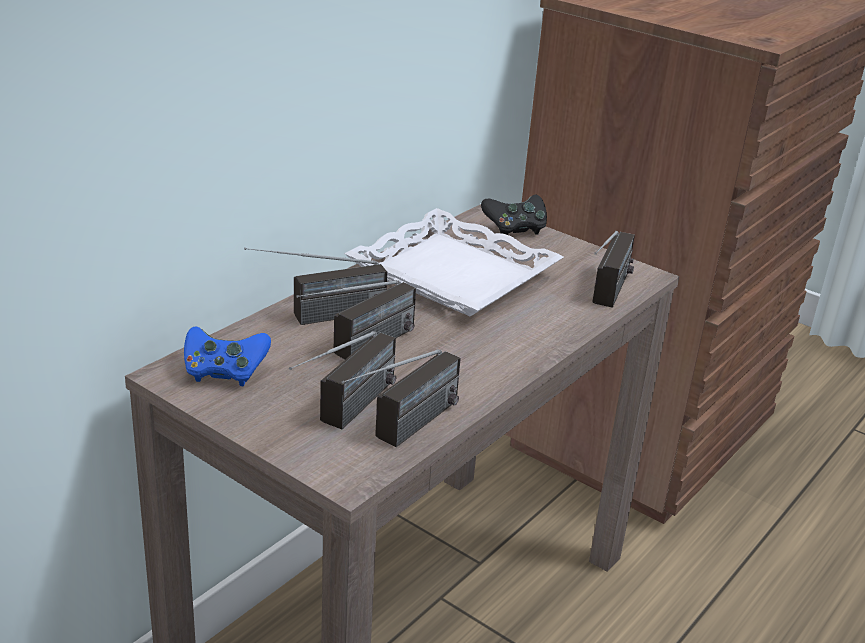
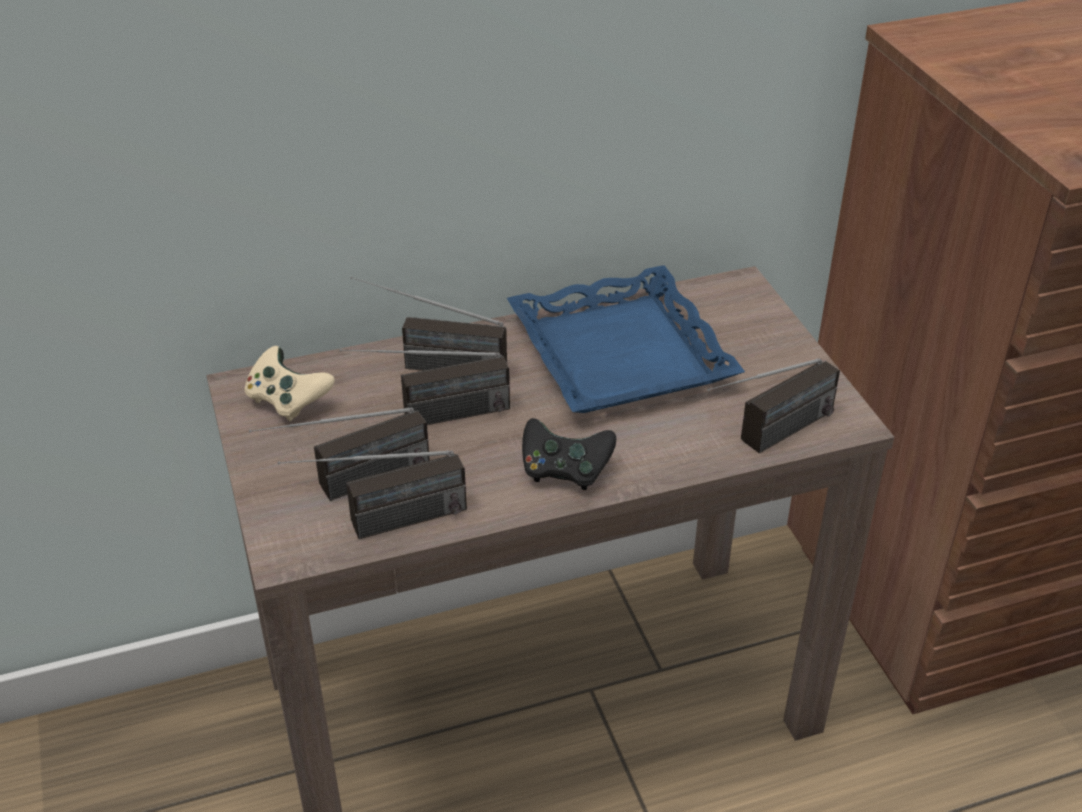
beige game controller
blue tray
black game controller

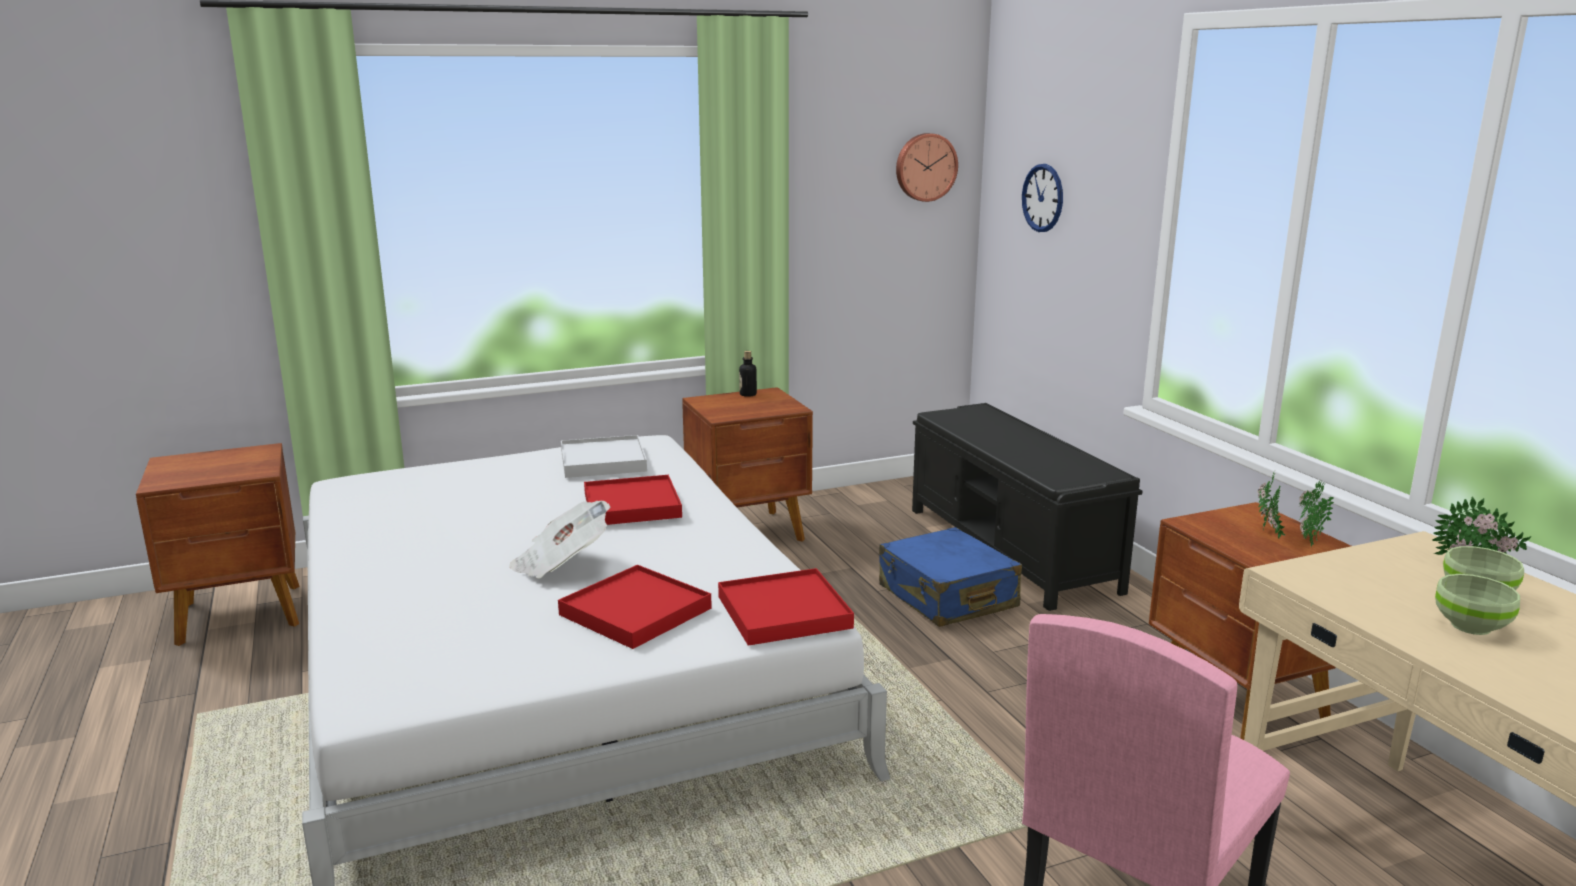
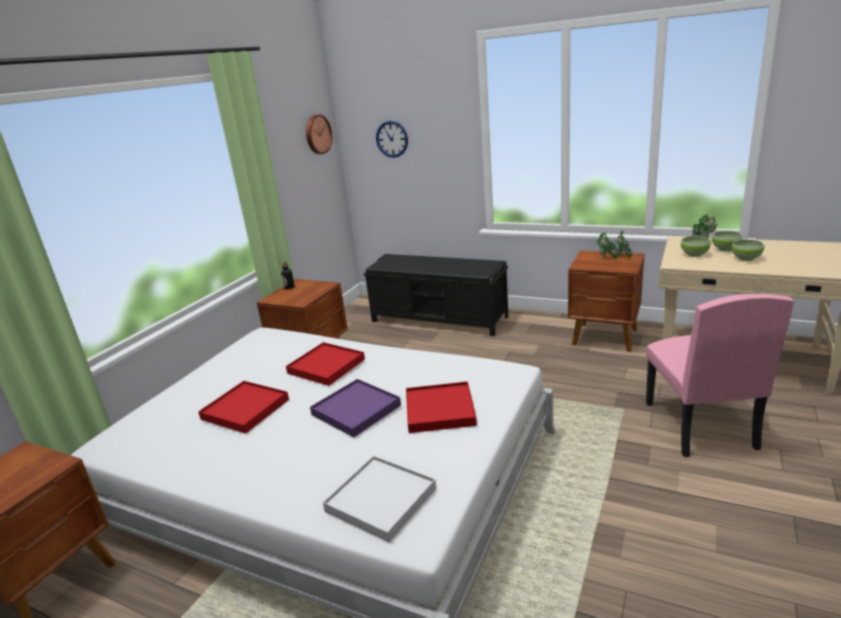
purple tray
white tray
red tray (1st from left)
blue suitcase
green bowl (1st from left)

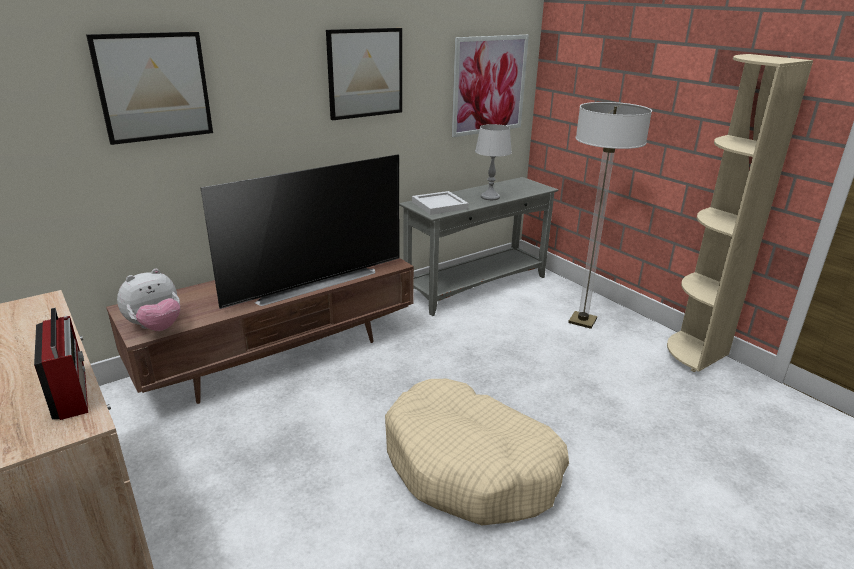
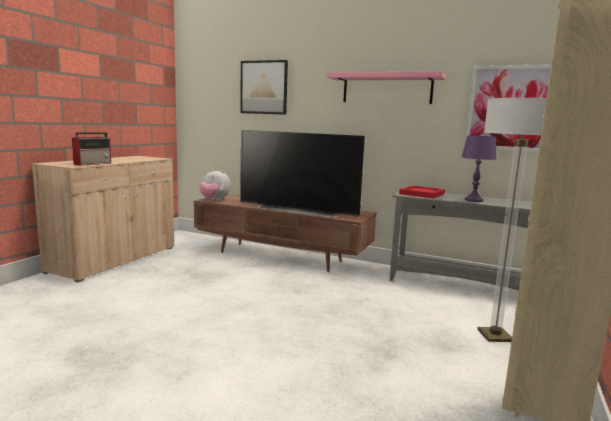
pink shelf
beige dog bed
red tray
purple table lamp

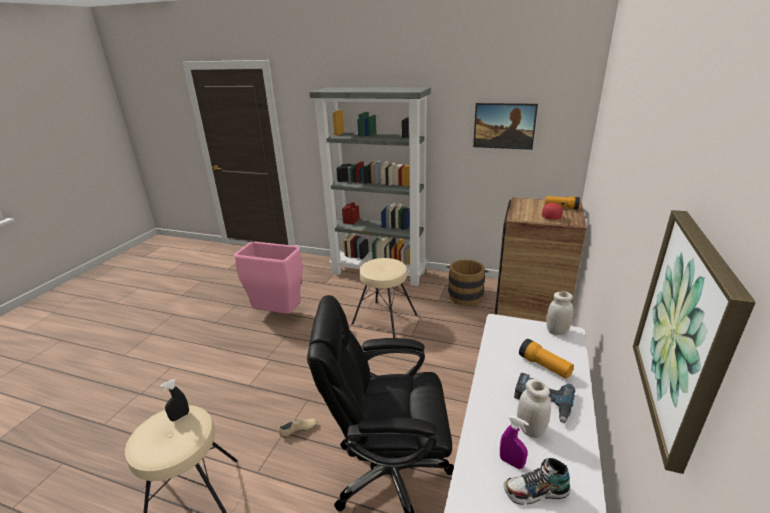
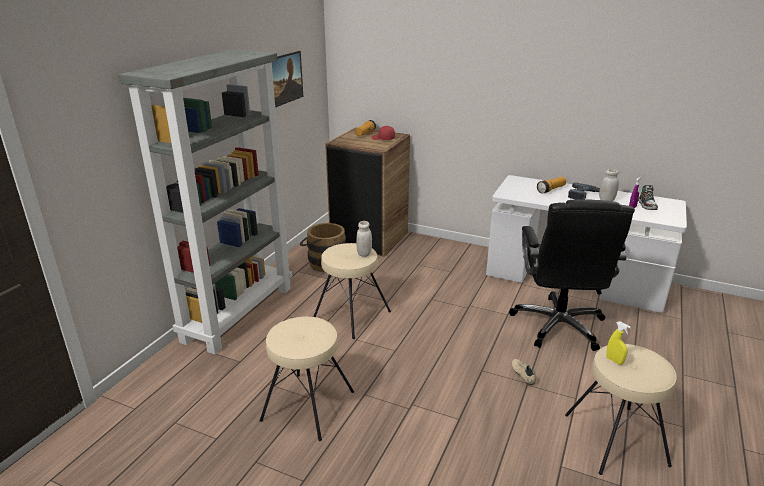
yellow spray bottle
beige stool (1st from left)
white jar (1st from left)
picture (2nd from left in the first image)

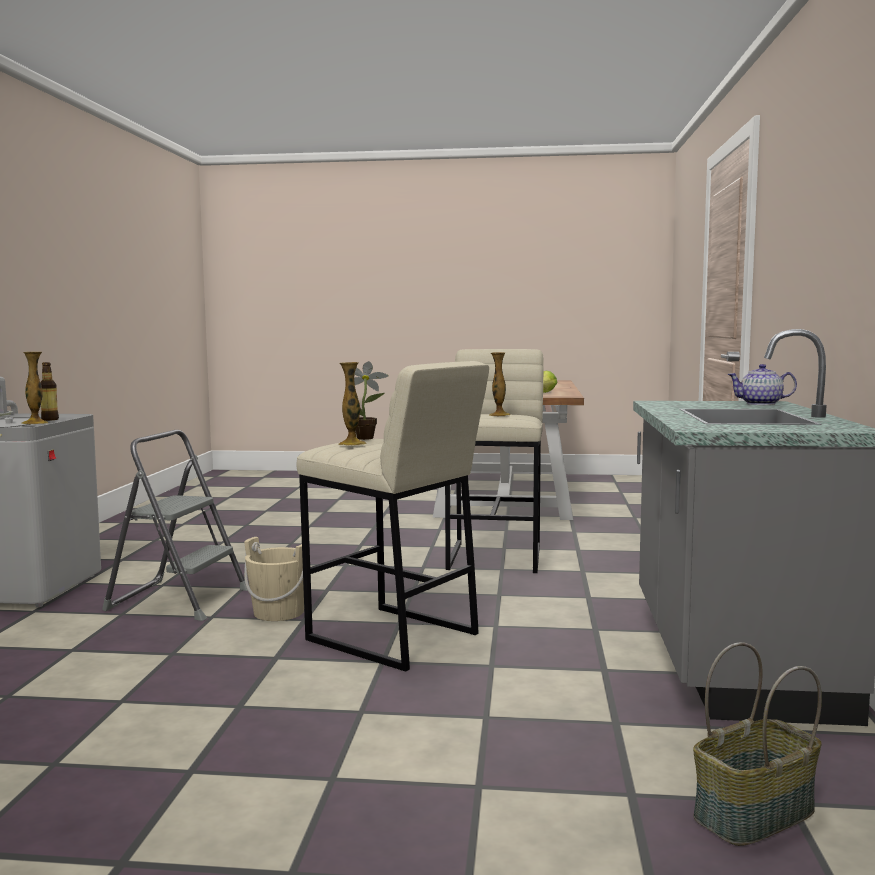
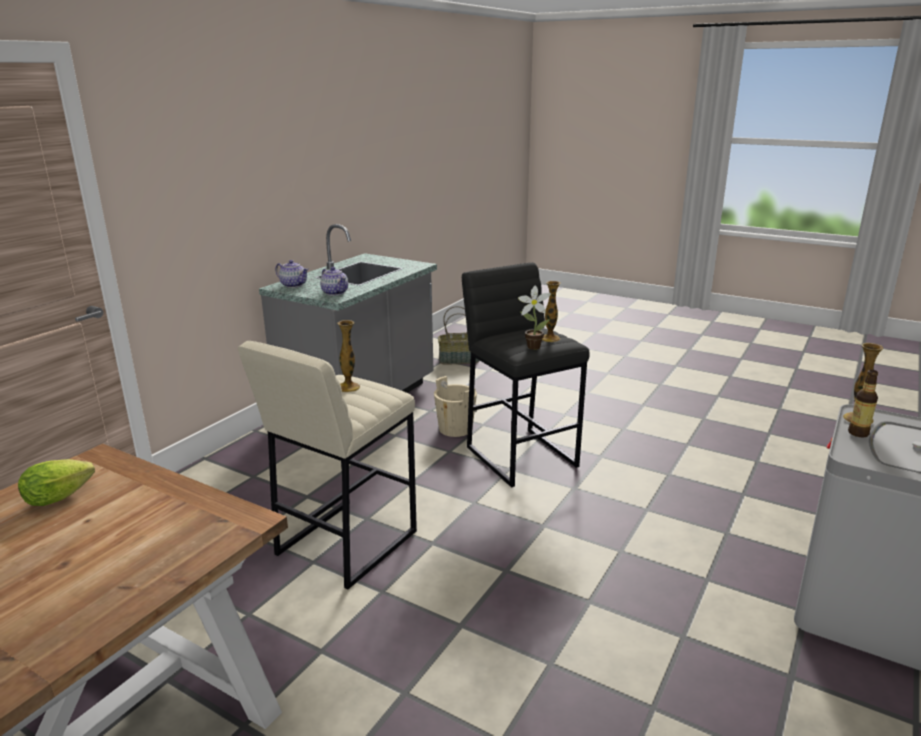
grey step ladder
beige bucket
black stool
teapot (2nd from left)

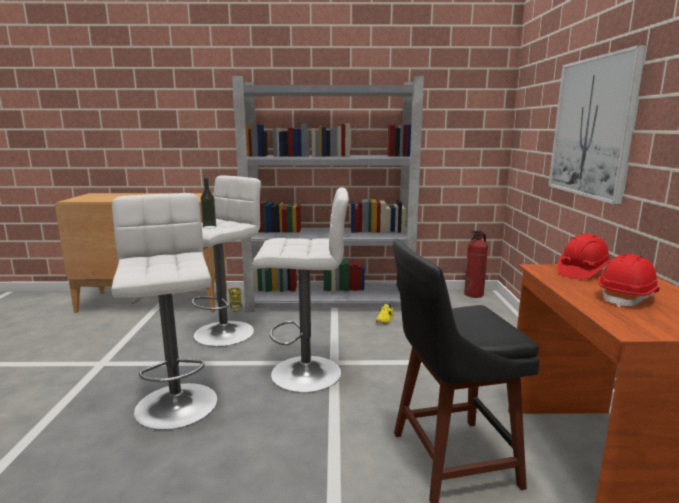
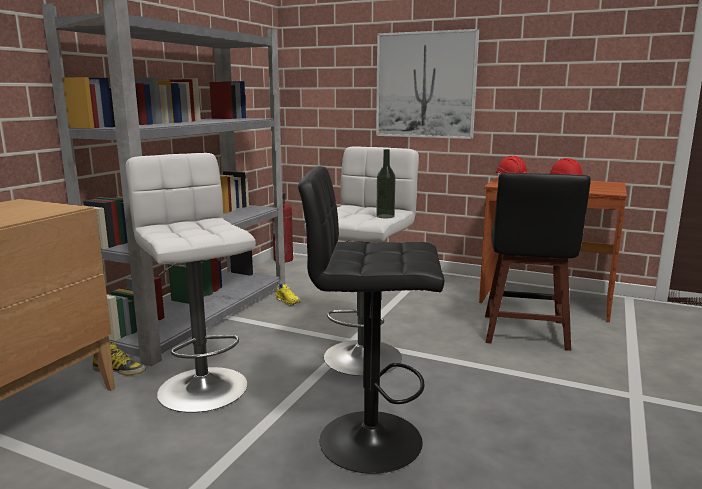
black stool
bottle

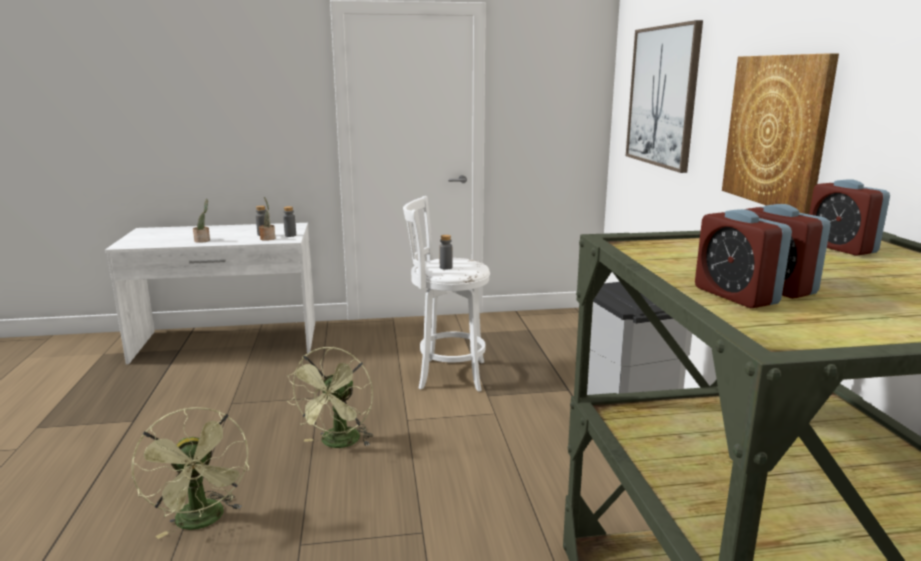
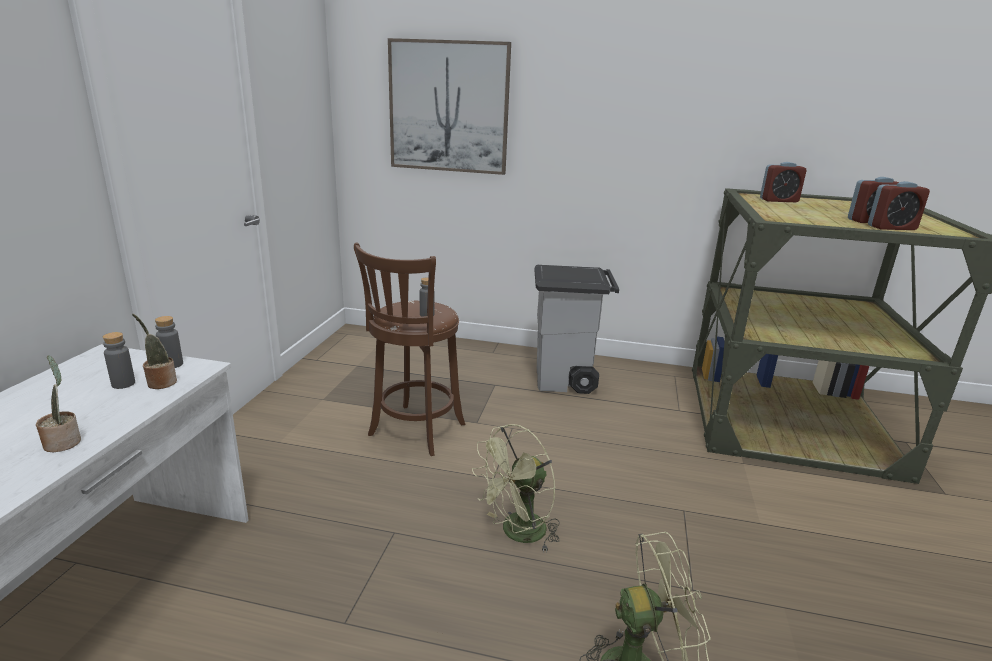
green fan (1st from left)
brown stool
picture (2nd from left in the first image)

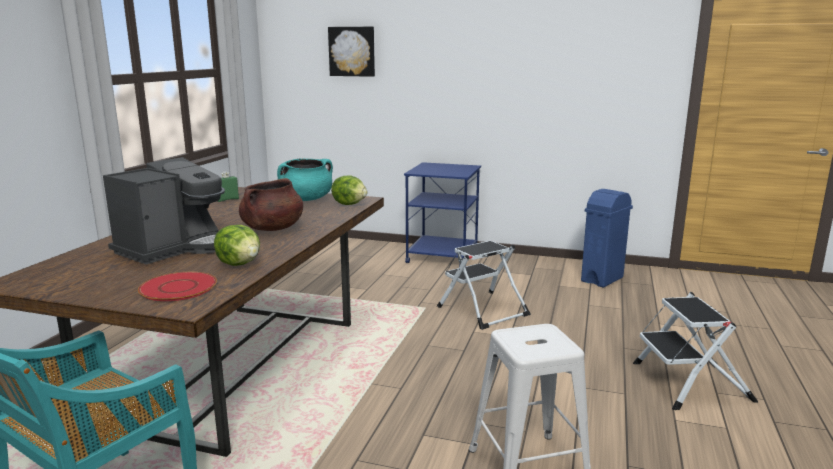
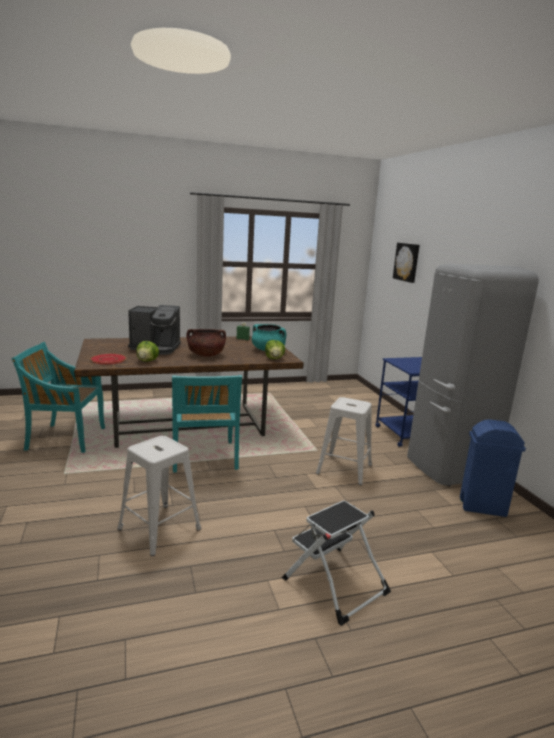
white stool (2nd from left)
turquoise chair (2nd from left)
grey fridge

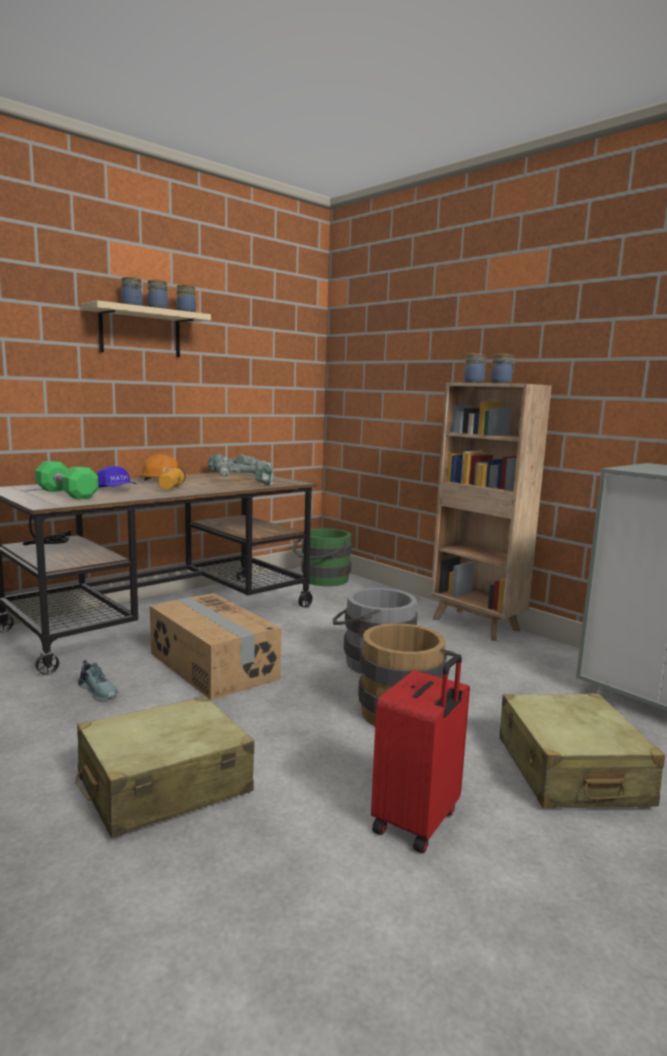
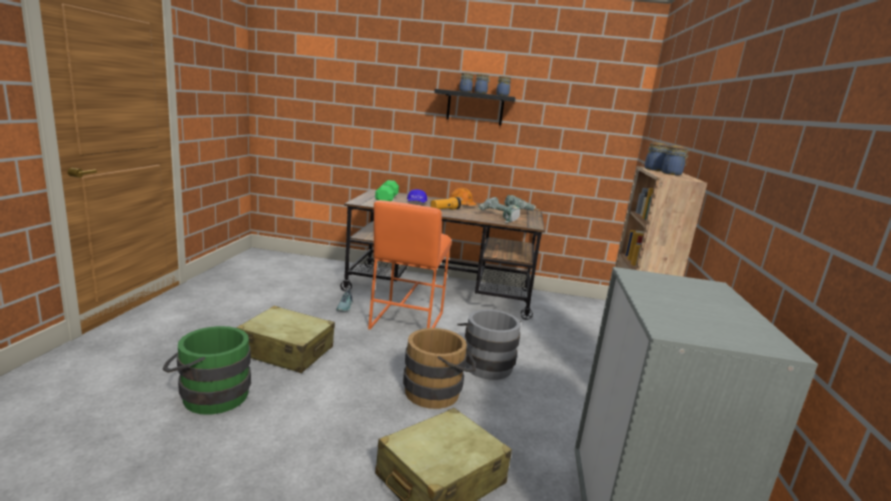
black shelf
orange stool
green bucket
red suitcase

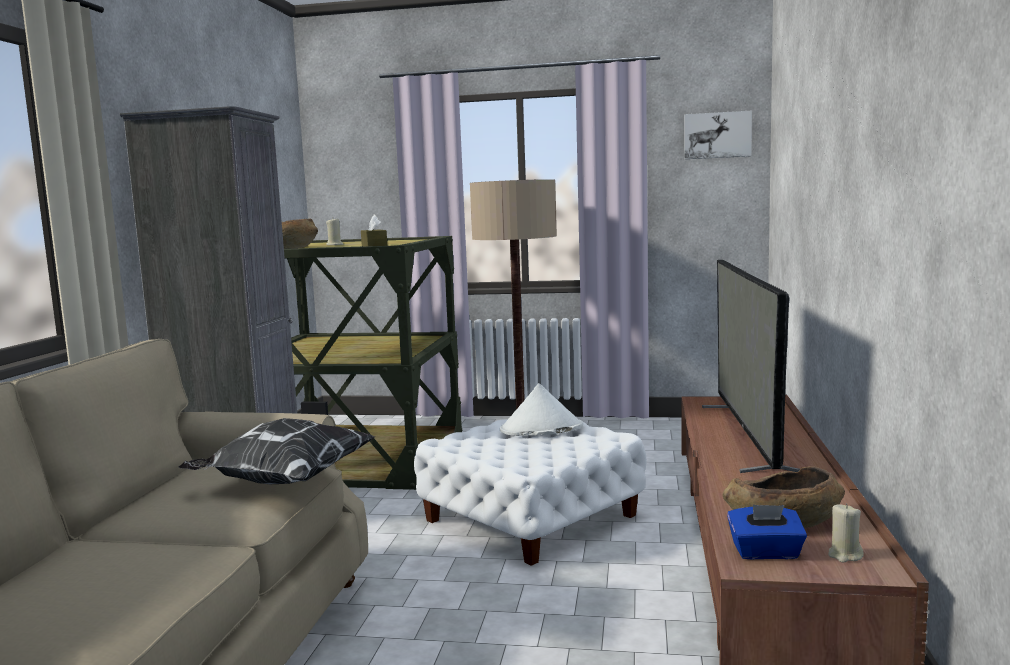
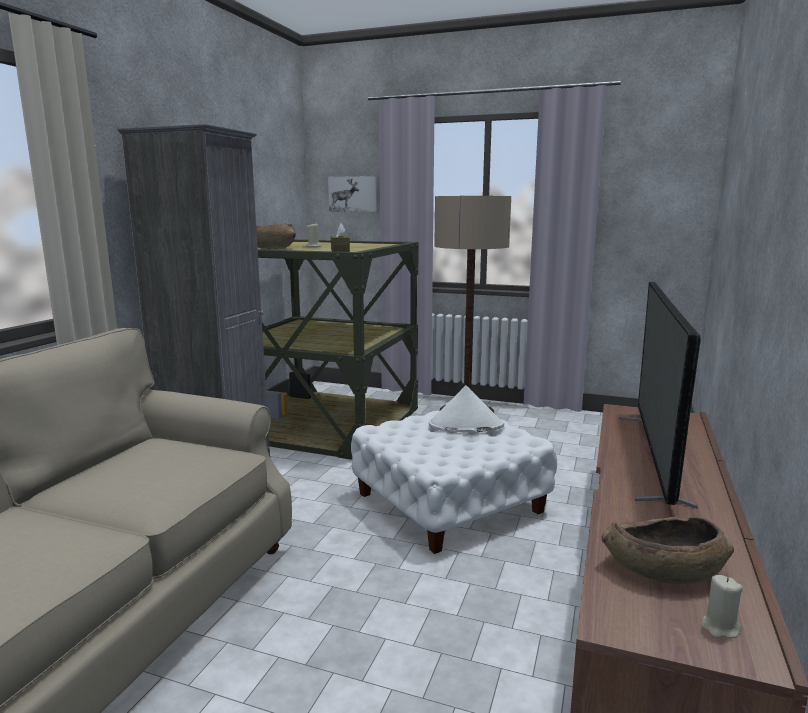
pillow
picture
blue tissue box

